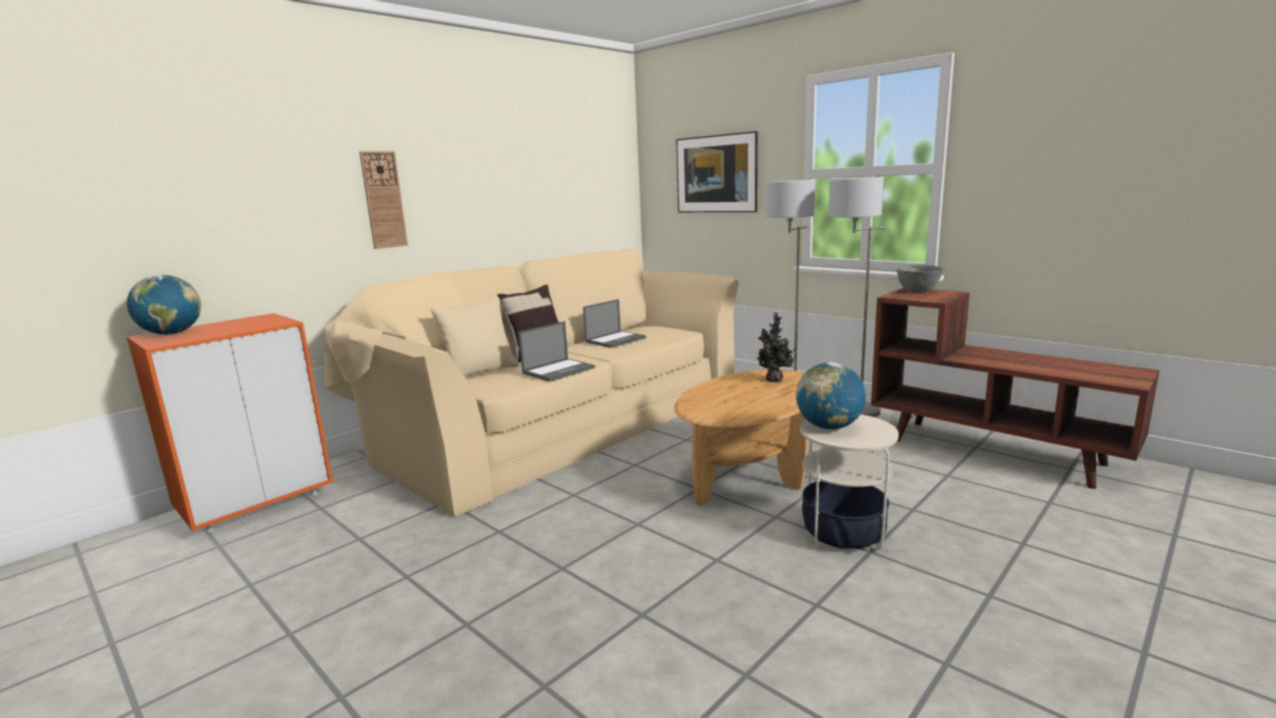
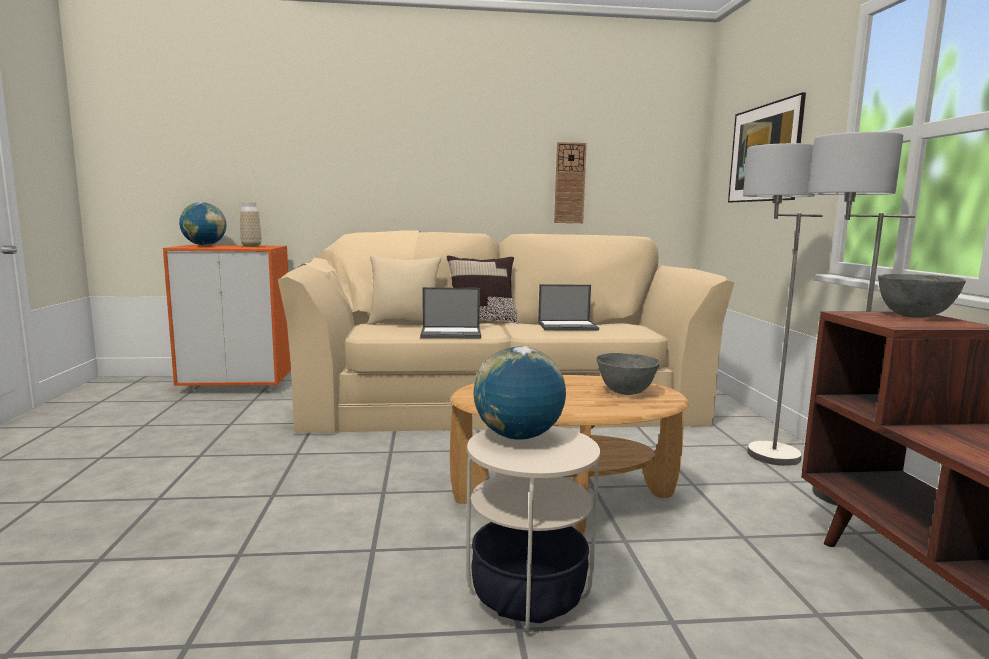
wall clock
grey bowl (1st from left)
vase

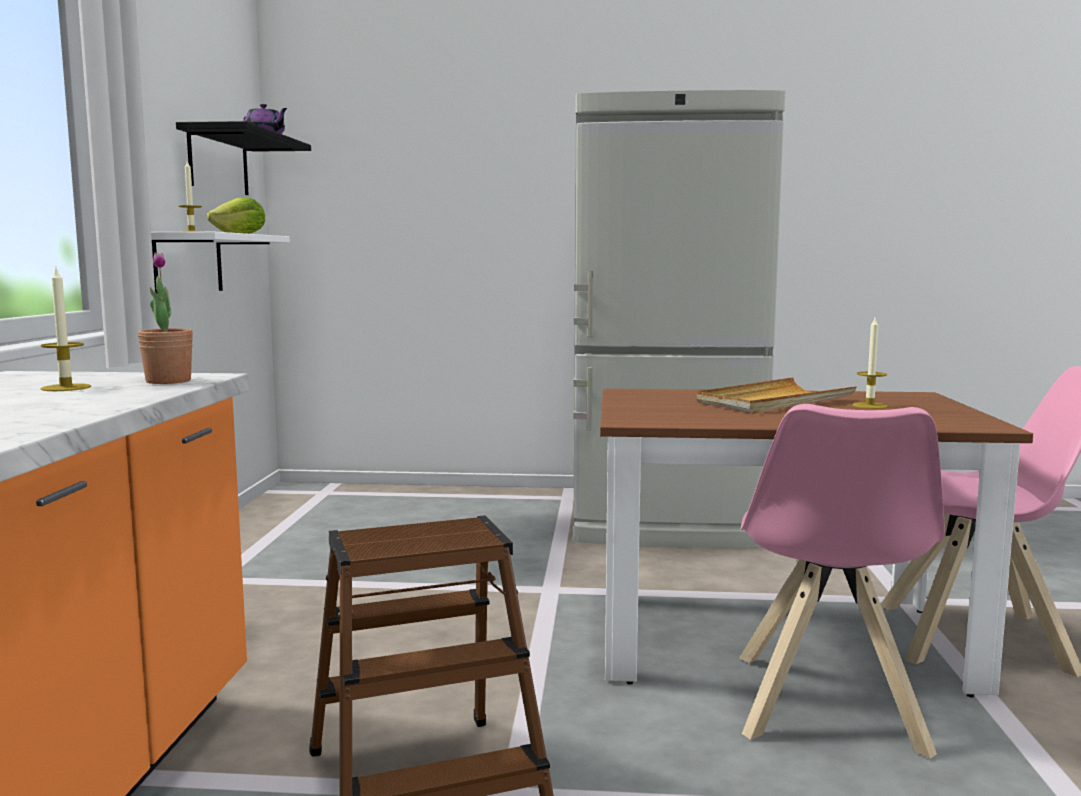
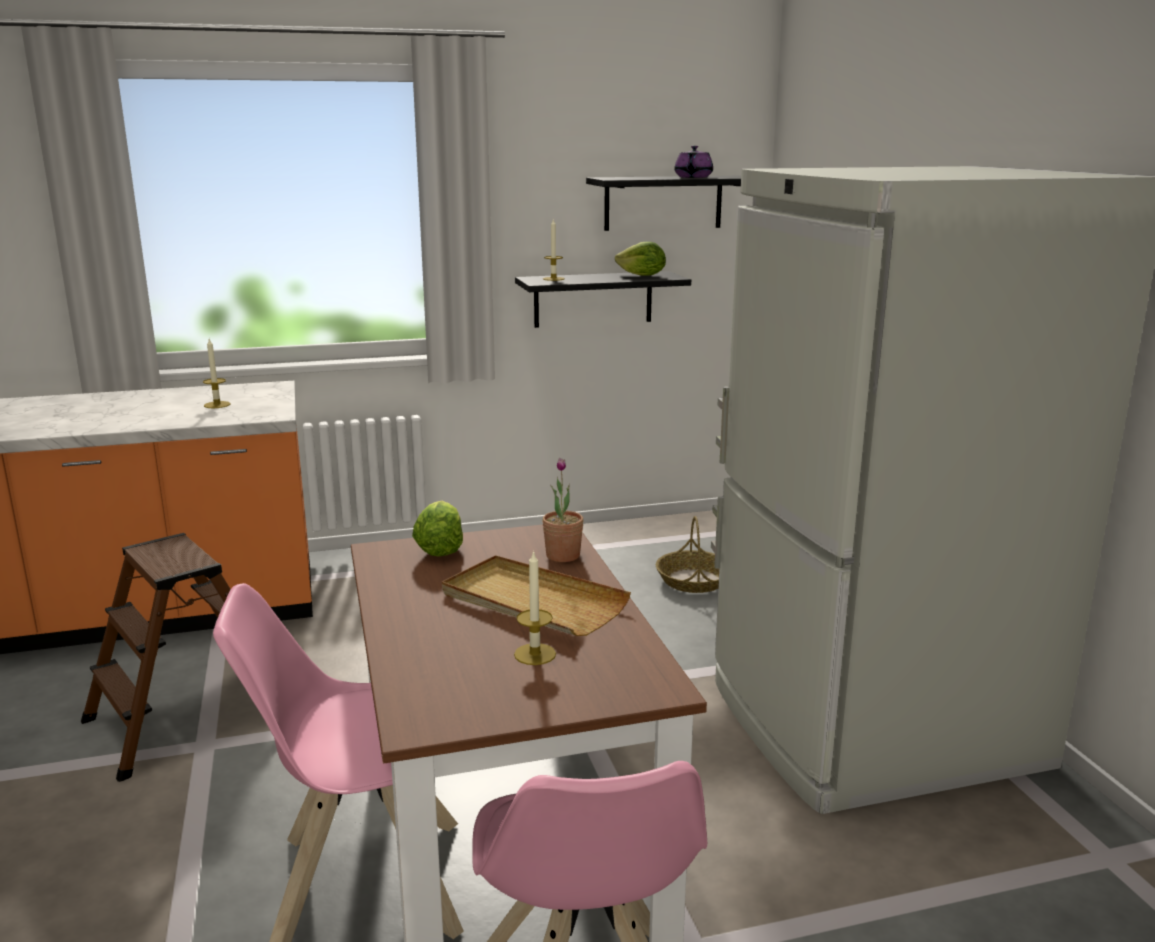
potted plant
black shelf (1st from left)
lettuce (1st from left)
basket

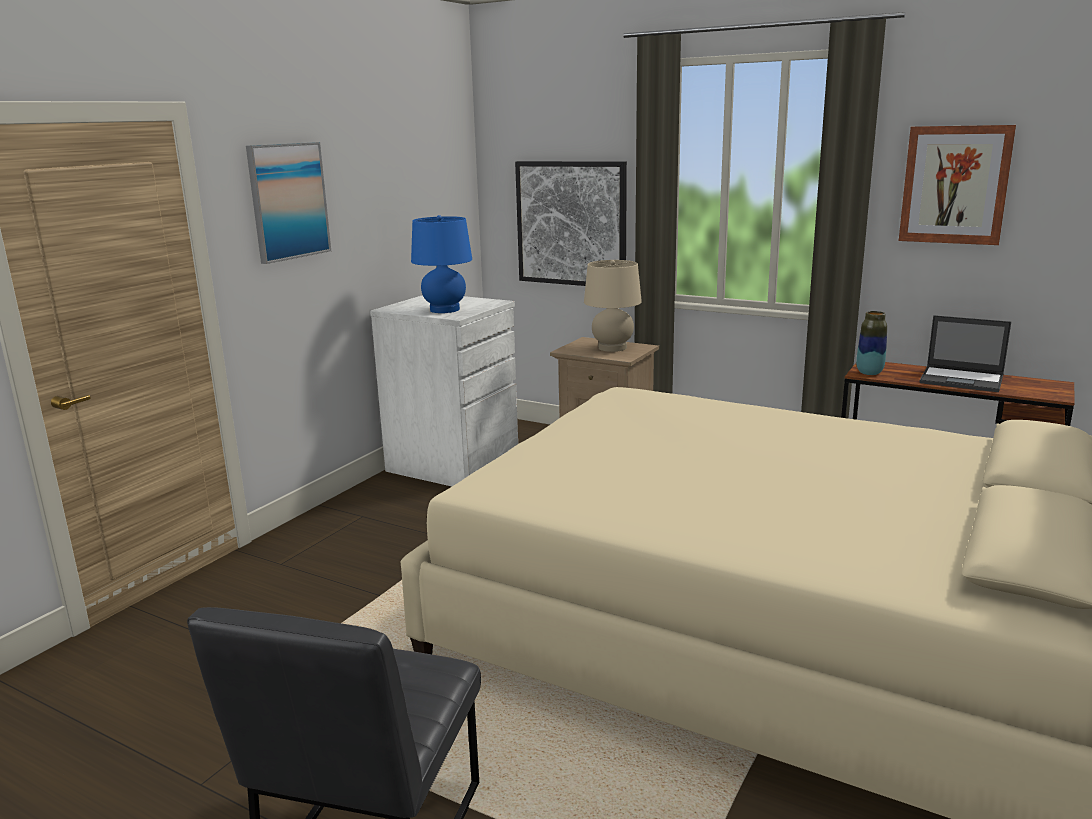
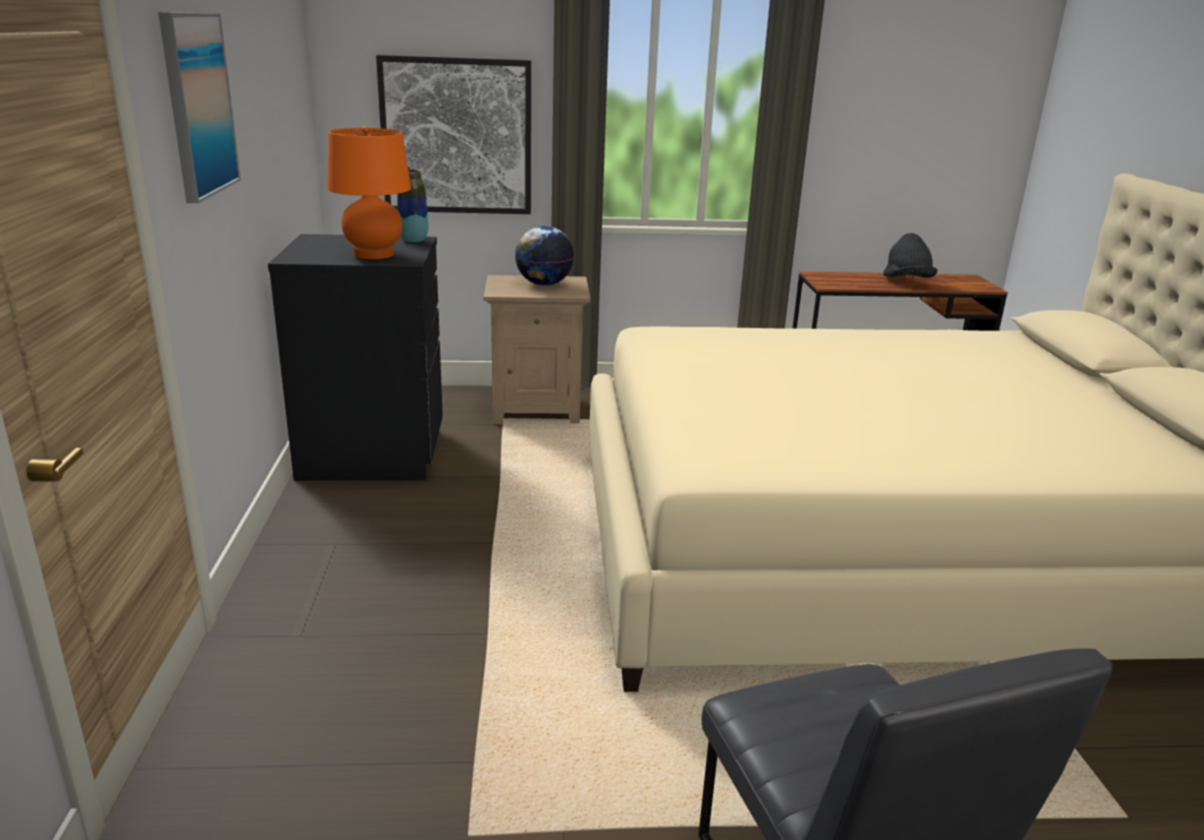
black dresser
orange table lamp
globe
vase
picture (3rd from left in the first image)
black hat

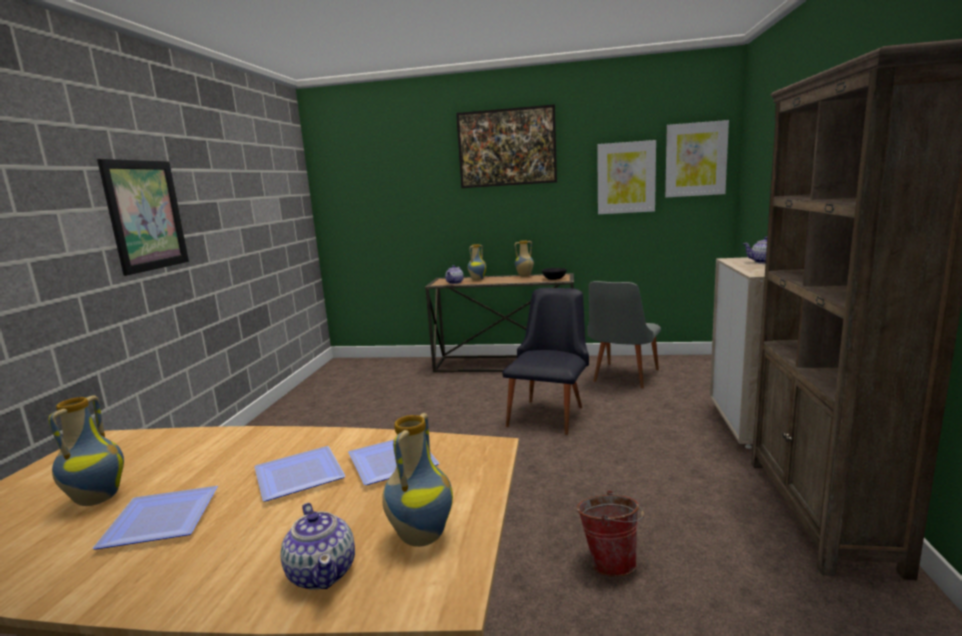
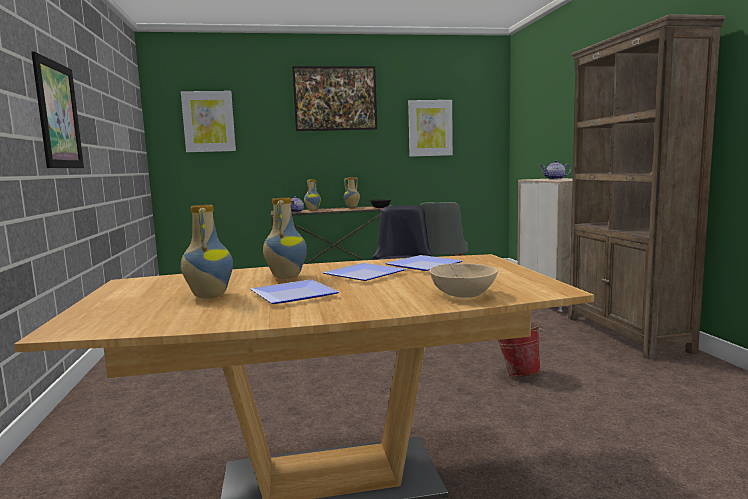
beige bowl
vase (2nd from left)
picture (2nd from left)

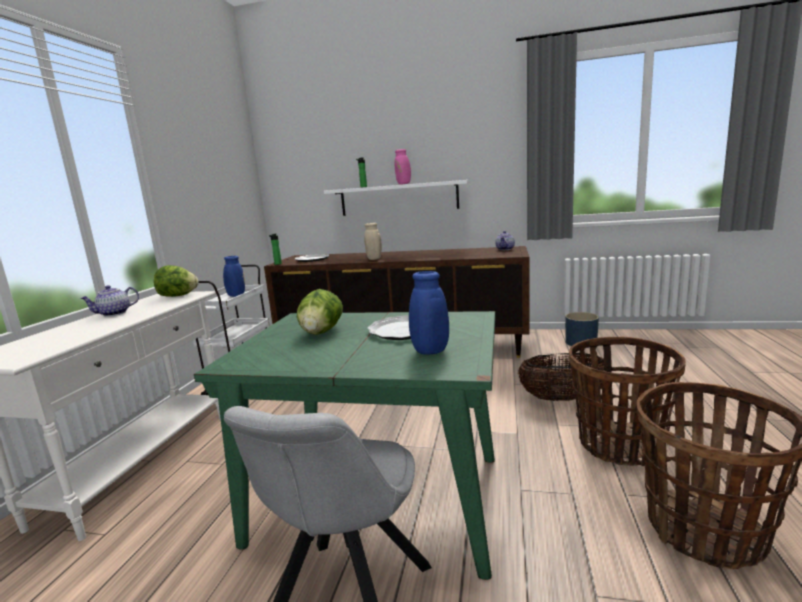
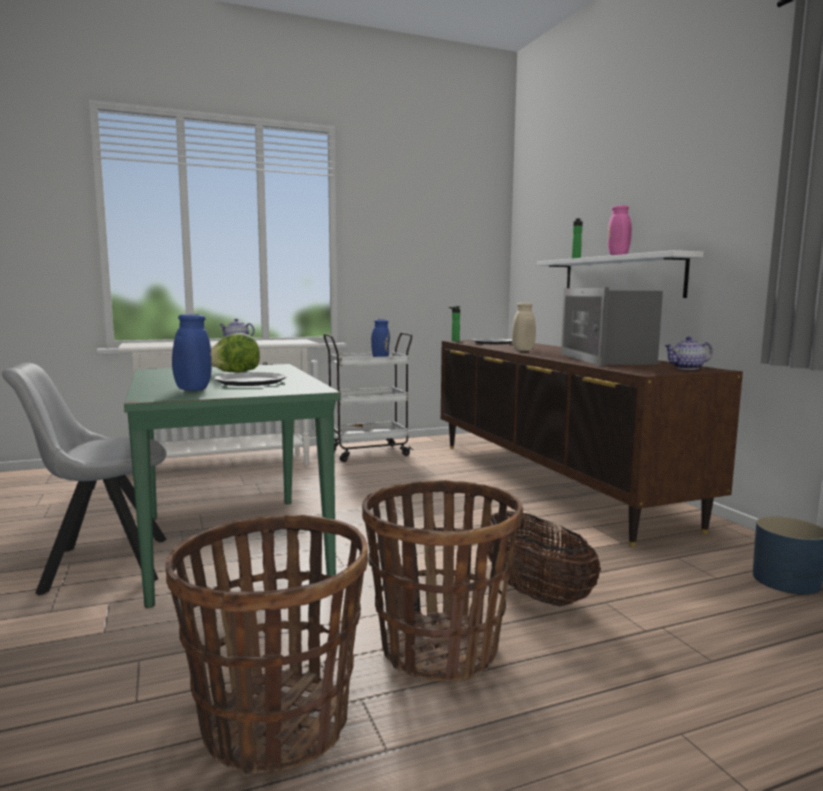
lettuce (1st from left in the first image)
microwave

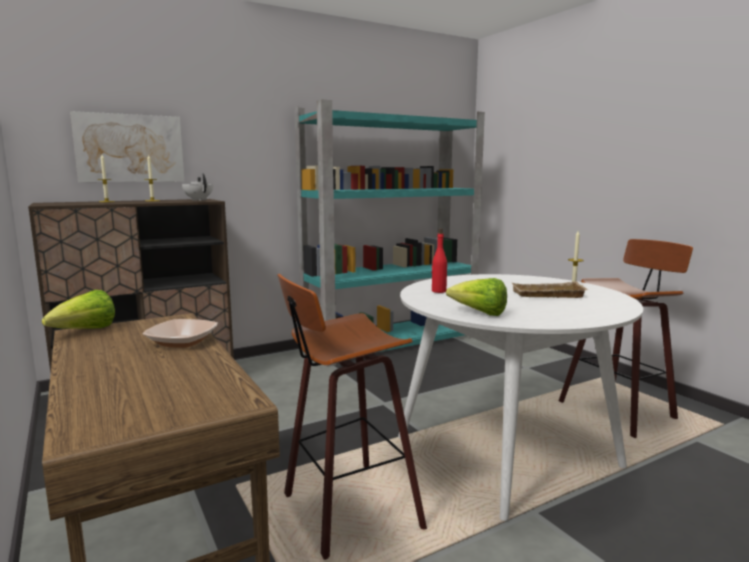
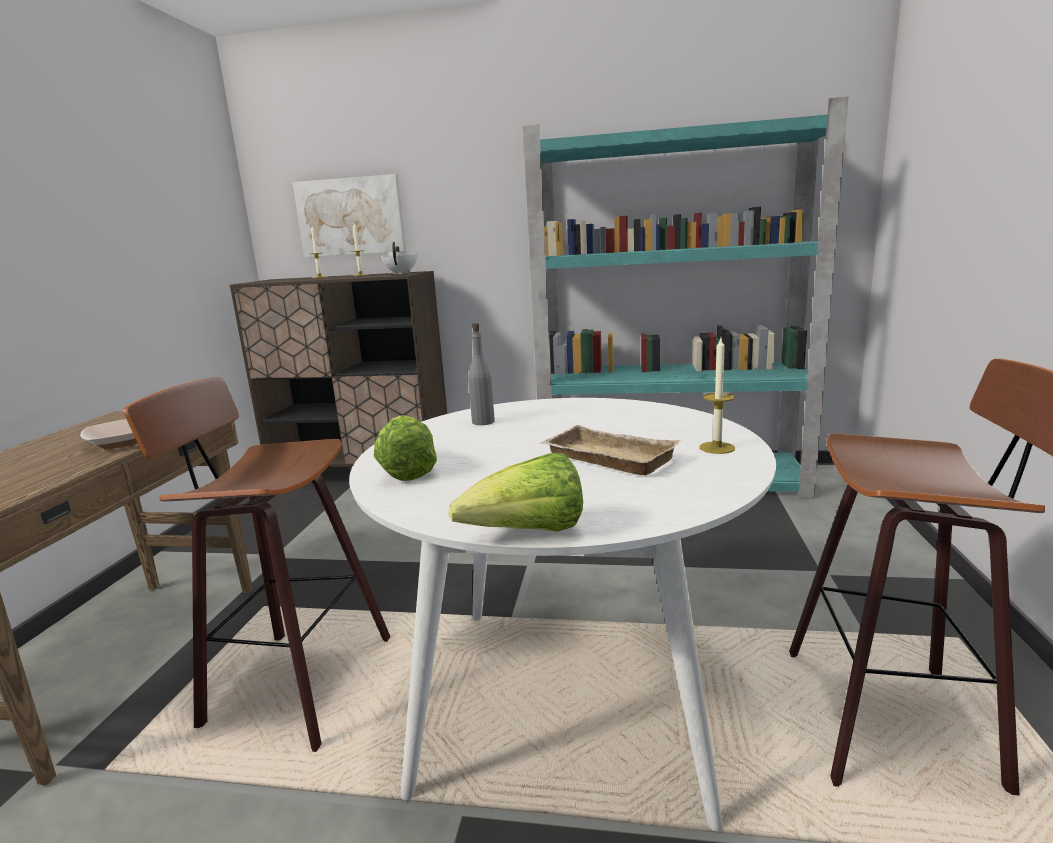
lettuce (2nd from left)
grey bottle

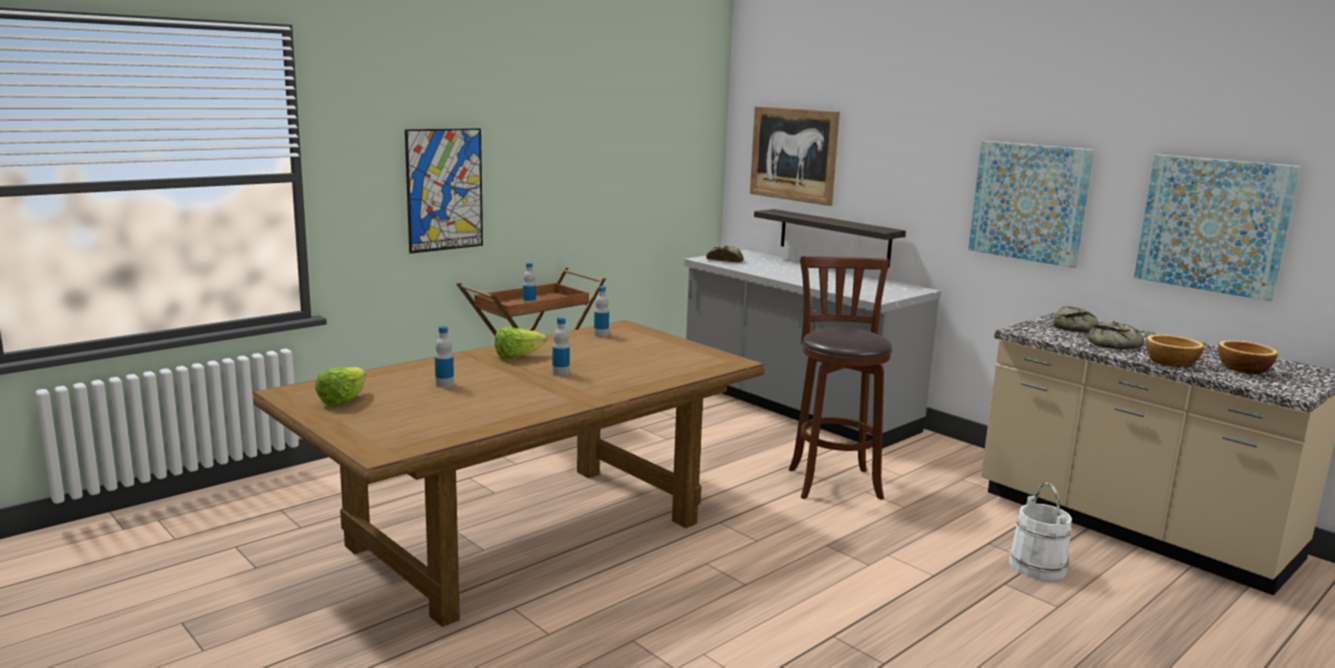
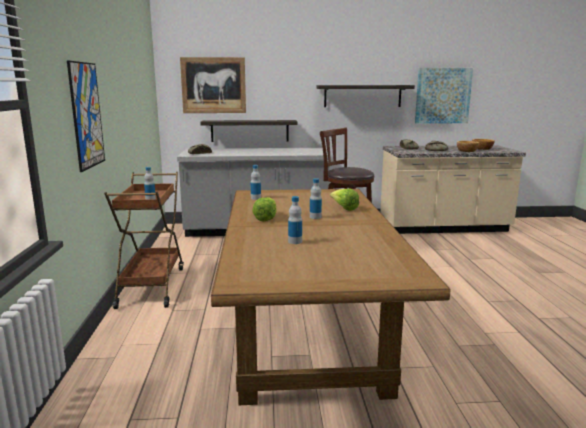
lettuce (2nd from left)
shelf (2nd from left)
white bucket

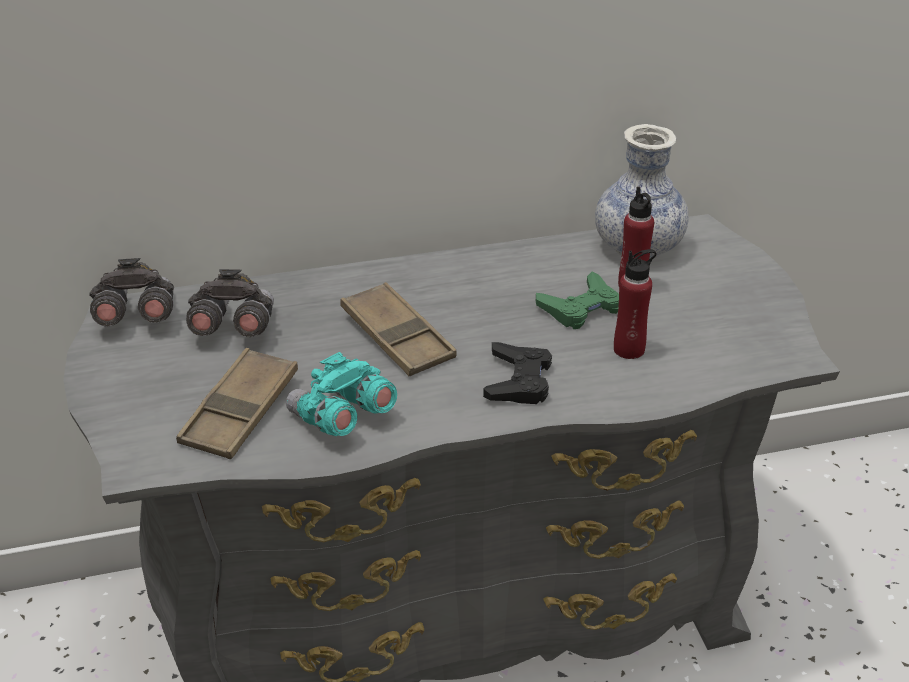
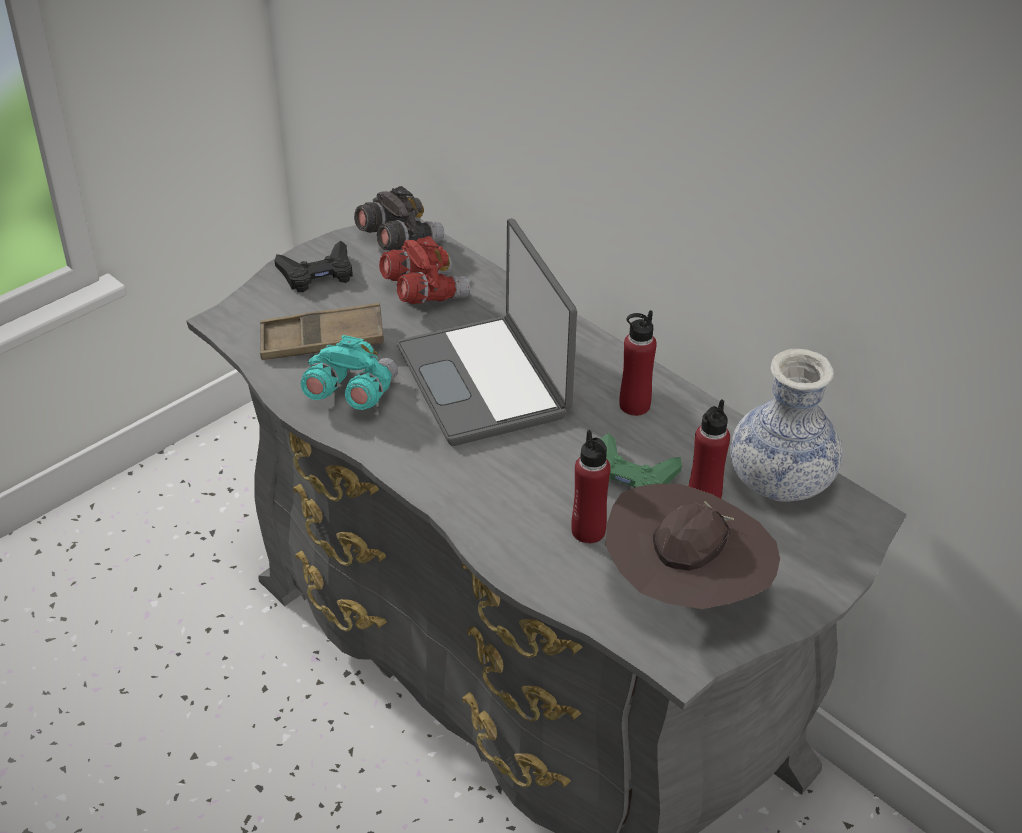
red binoculars
laptop
black game controller
brown hat
red bottle (2nd from left)

